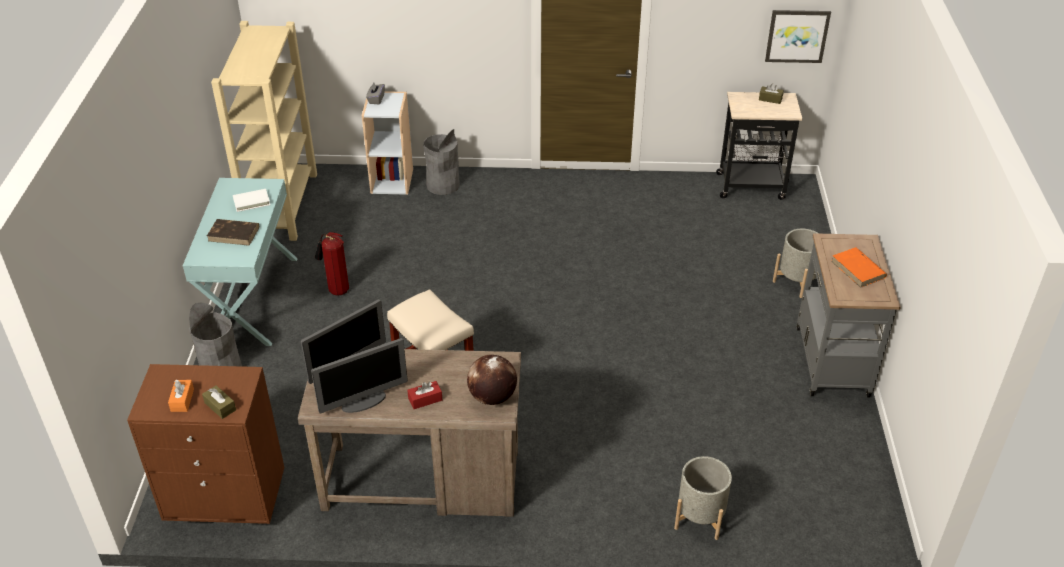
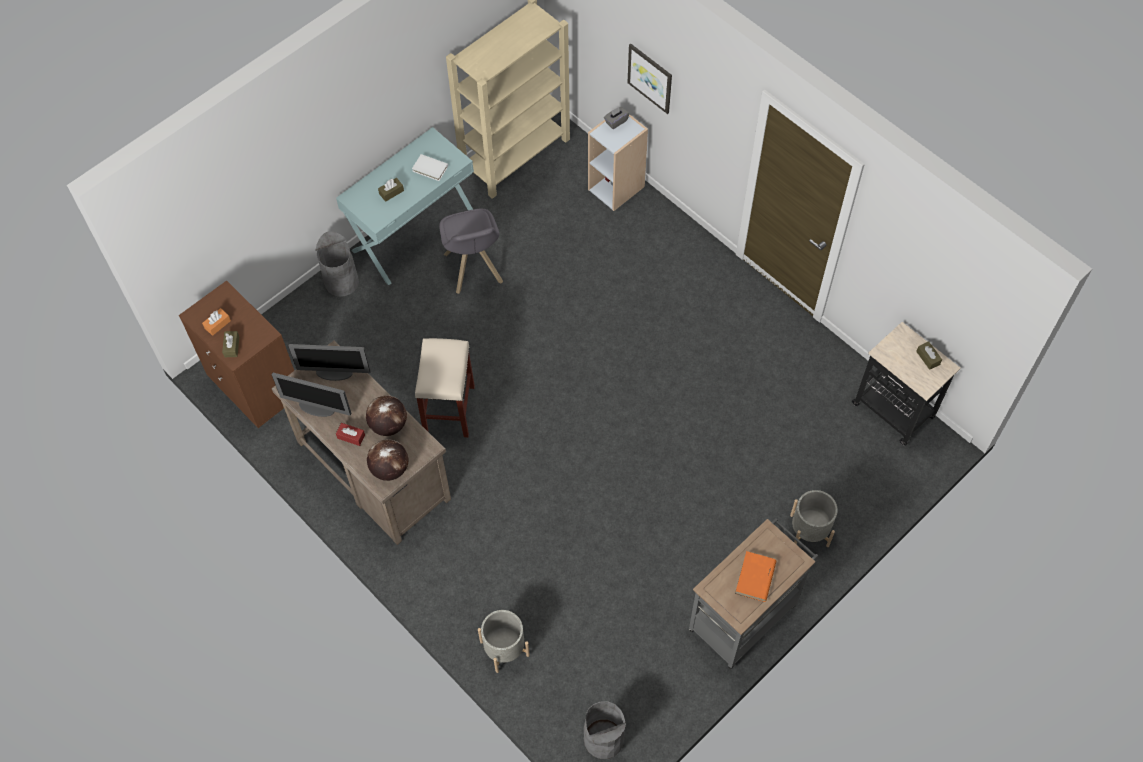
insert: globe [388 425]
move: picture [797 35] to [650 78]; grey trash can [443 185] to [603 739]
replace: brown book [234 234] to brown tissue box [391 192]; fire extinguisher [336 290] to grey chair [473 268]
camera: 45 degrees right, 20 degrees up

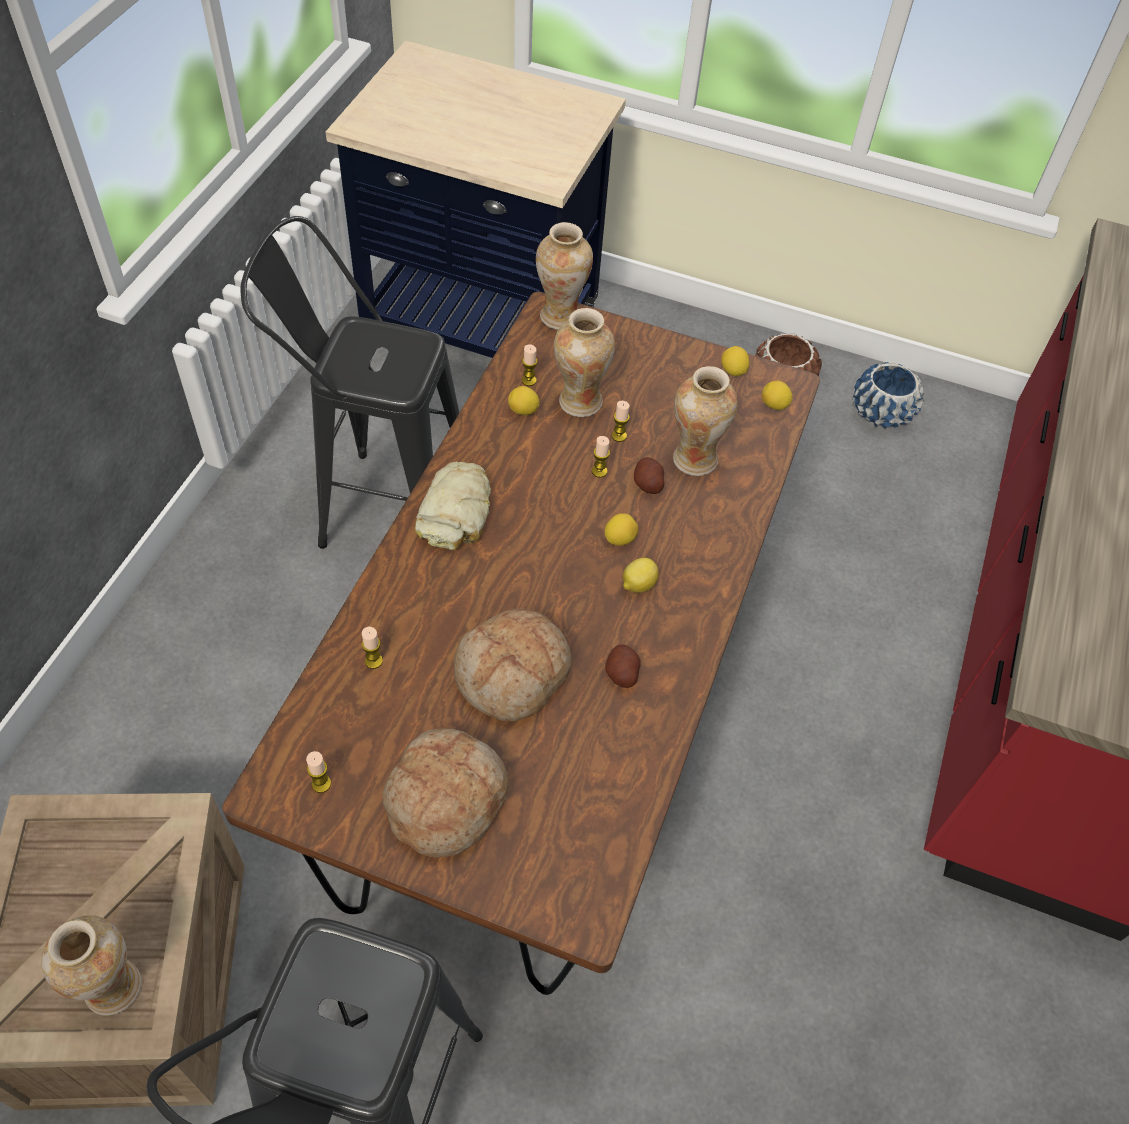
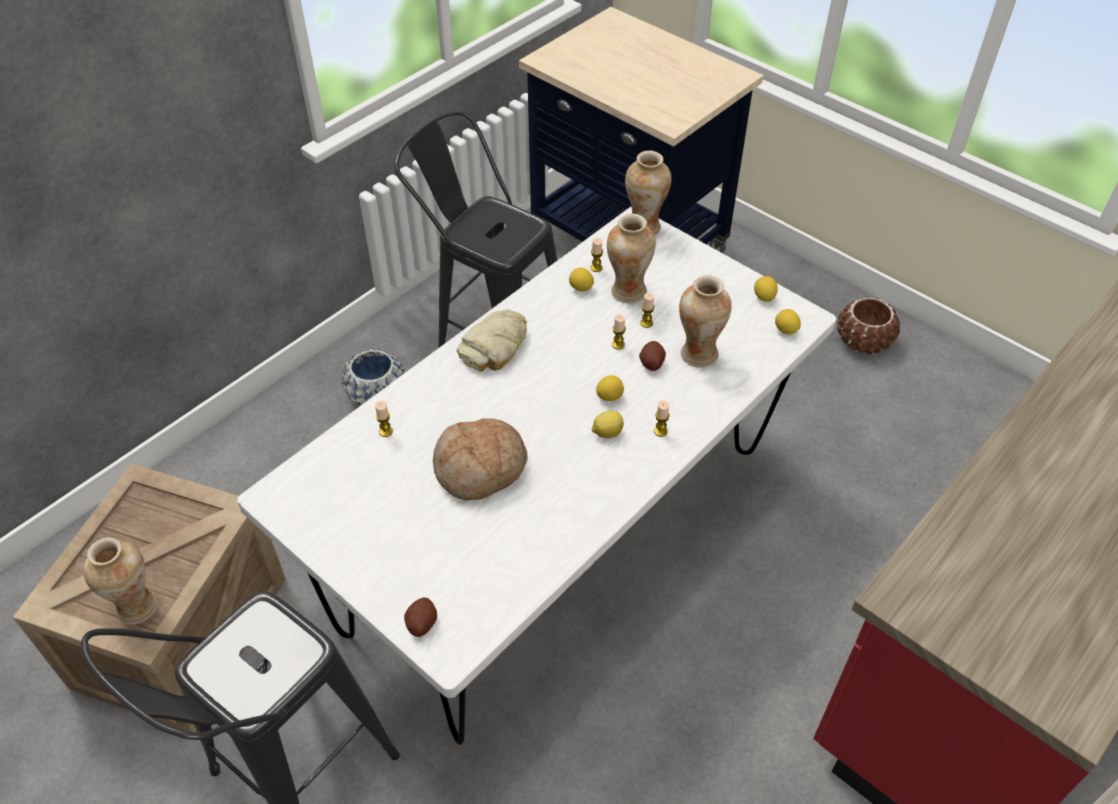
delete: bread [445 798]
move: blue planter [880 412] to [376 393]; potato [621 673] to [421 623]; candle [321 784] to [660 431]
recolor: brown dining table [550 706] to white dining table [558 535]
camera: 25 degrees right, 5 degrees down

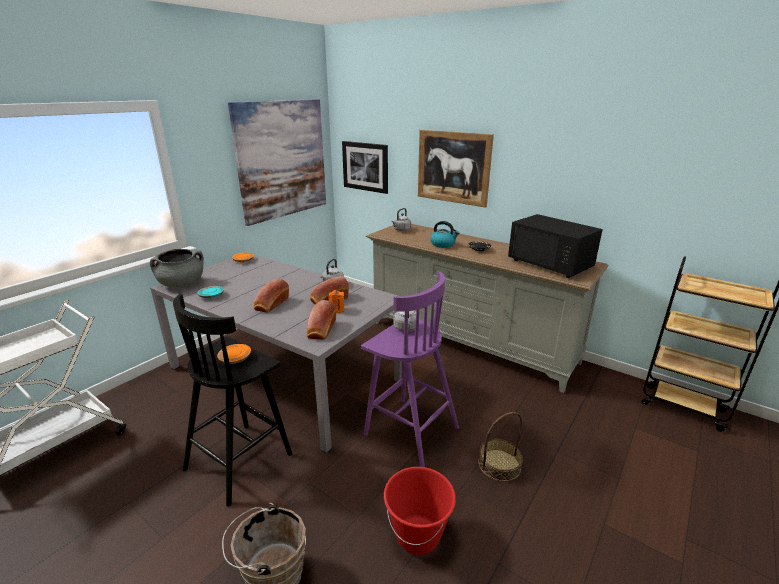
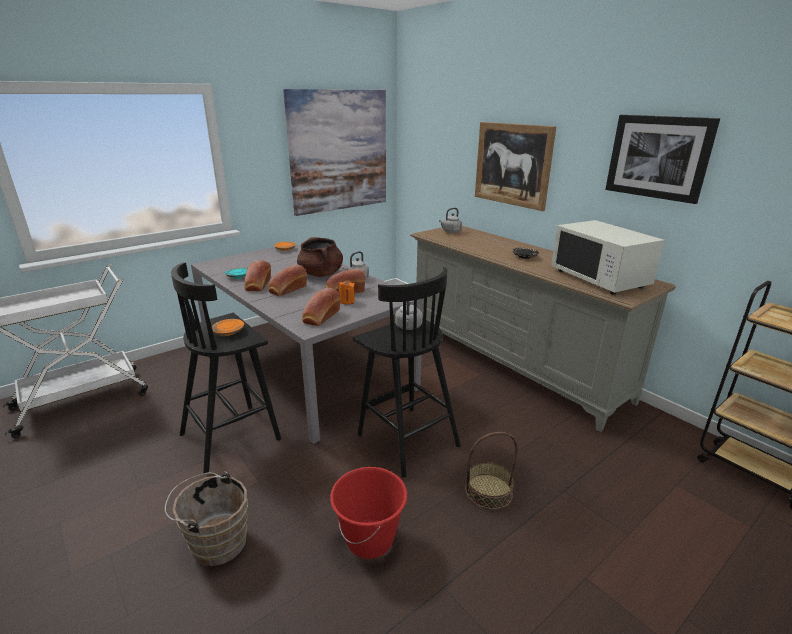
delete: kettle [443 244]; grey cooking pot [182 284]
insert: brown cooking pot [321 274]; bread [258 285]
move: picture [365 166] to [658 157]
recolor: black microwave [550 264] to white microwave [599 278]; purple stool [408 429] to black stool [405 438]
camera: 15 degrees right, 0 degrees up

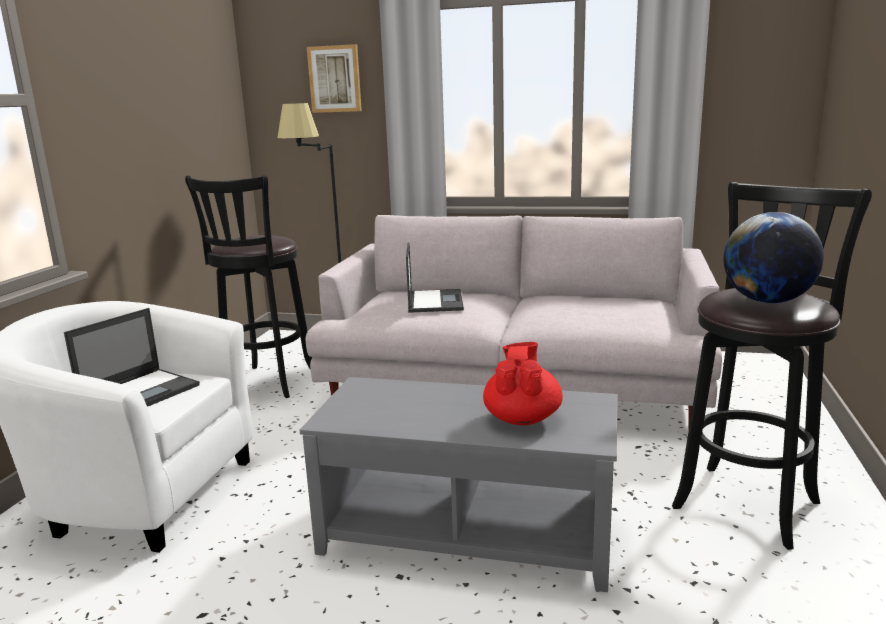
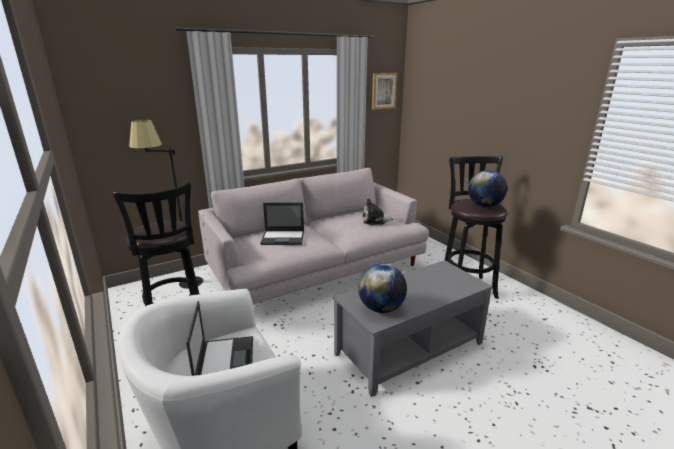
delete: red teapot [522 418]
insert: plush toy [375 220]; globe [381 308]
move: picture [335 79] to [383 91]
rotate: laptop [435 301] = [283 238] 135 degrees clockwise
camera: 45 degrees left, 5 degrees up

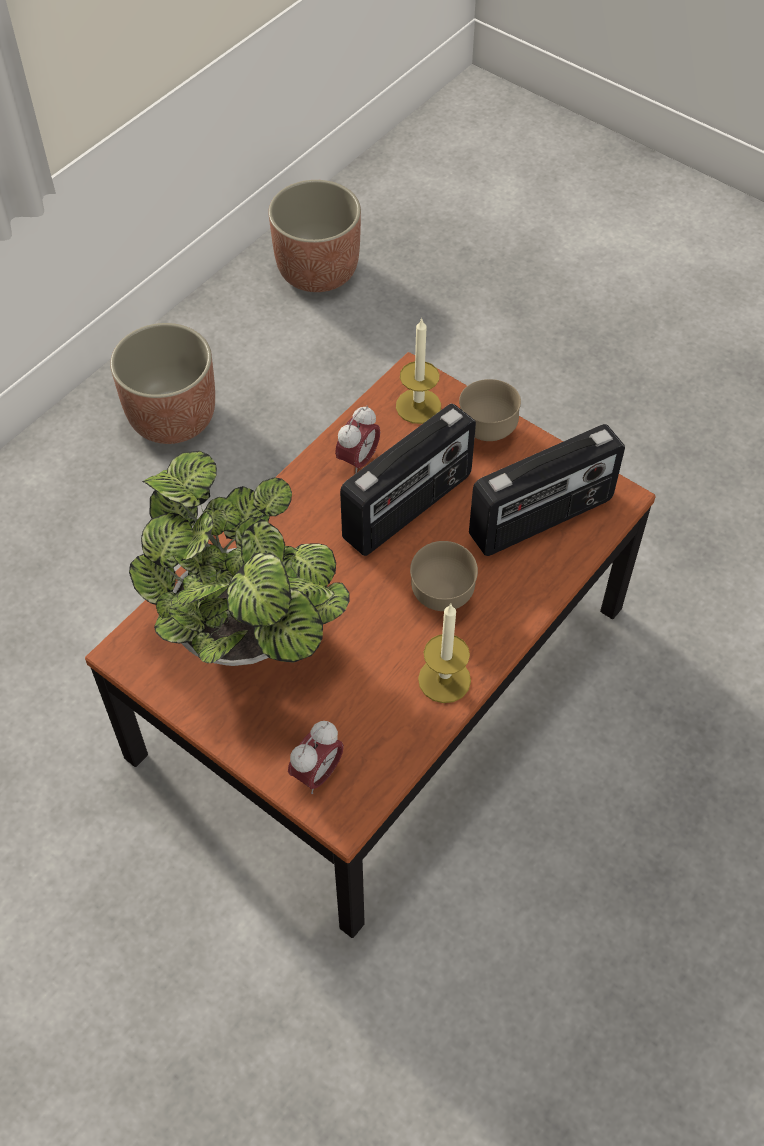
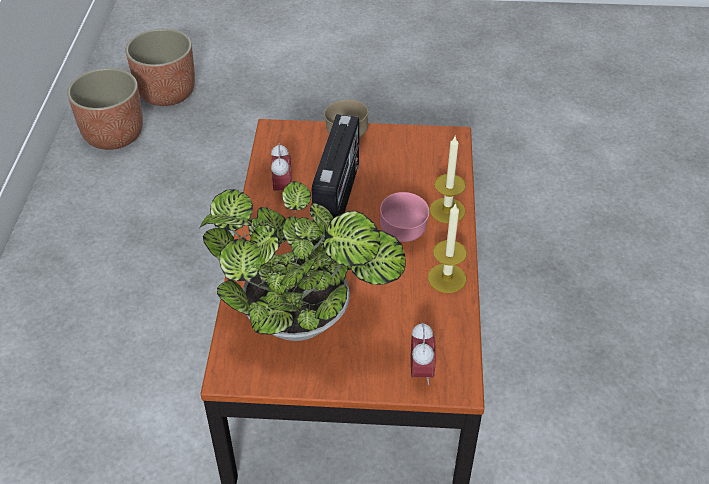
delete: radio [542 519]
move: candle [418 406] to [447 210]; planter [173 417] to [167 93]
recolor: brown bowl [442 596] to pink bowl [403 235]
camera: 35 degrees left, 10 degrees down

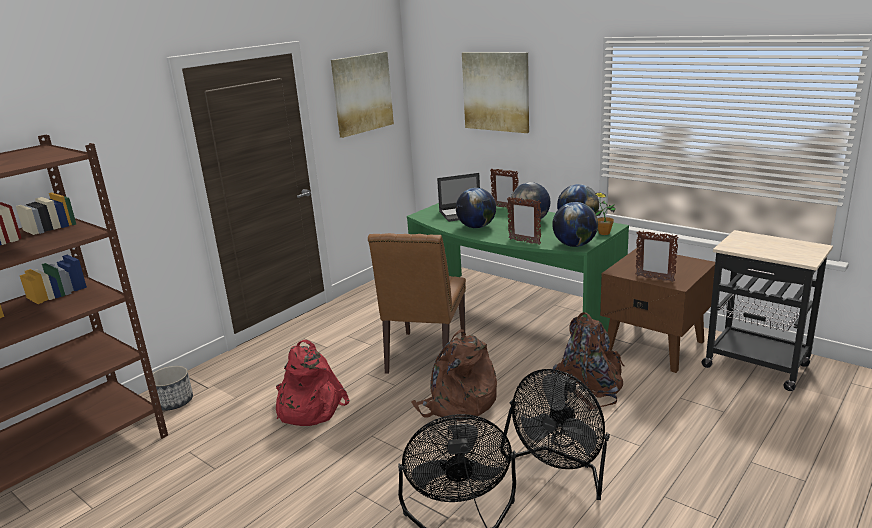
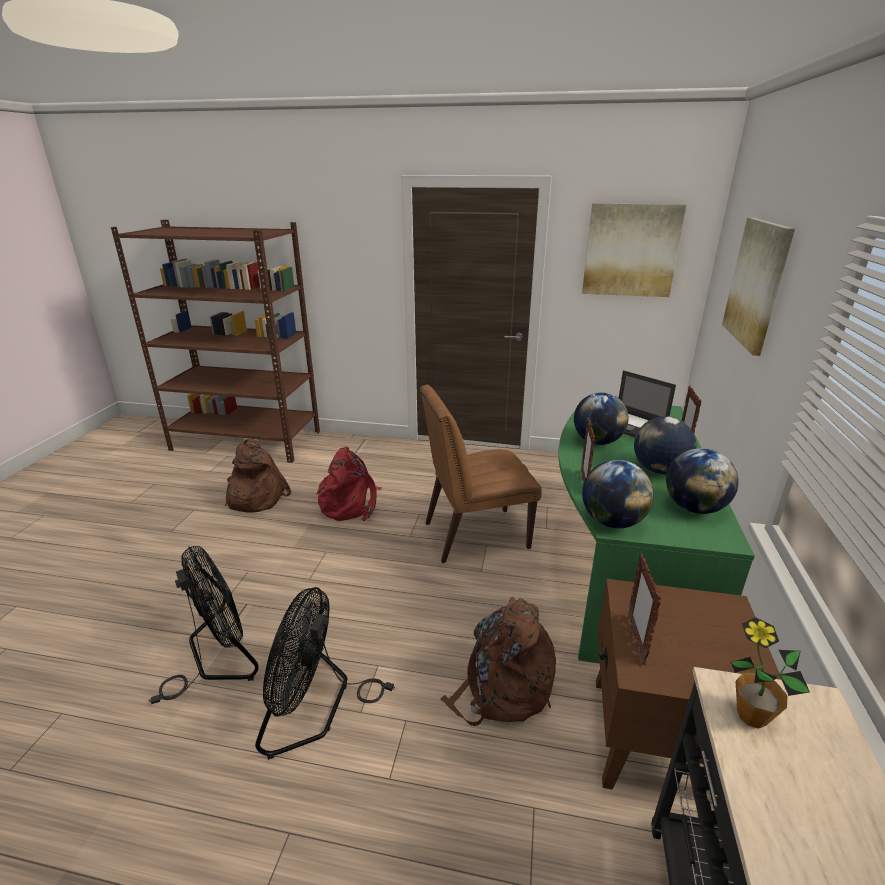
delete: planter [174 402]
move: potted plant [604 233] to [751 716]; brown backpack [458 404] to [255 498]
camera: 60 degrees right, 5 degrees up

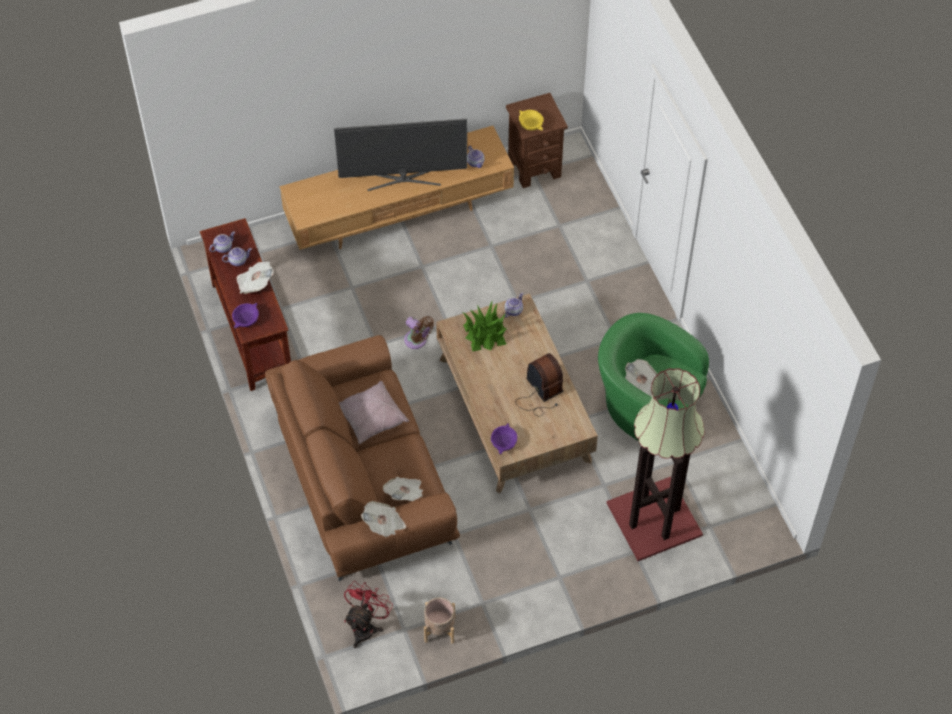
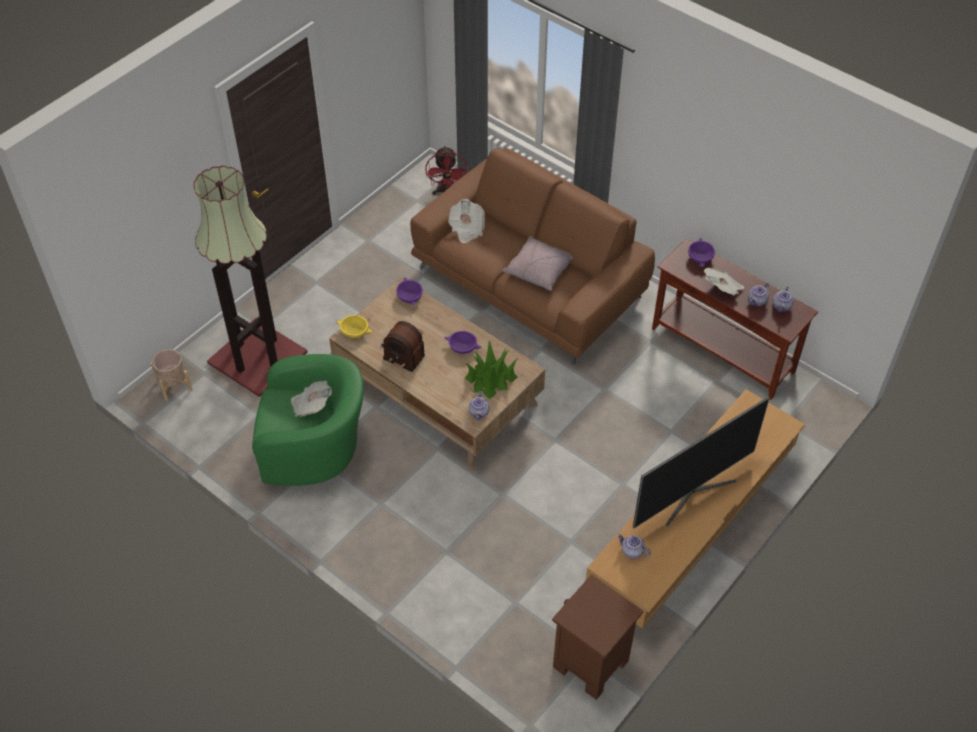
delete: brown fan [417 341]; newspaper [384 524]
insert: purple bowl [462 347]
move: yellow bowl [530 124] to [355 331]; beige planter [439 629] to [174 385]
camera: 150 degrees right, 5 degrees down

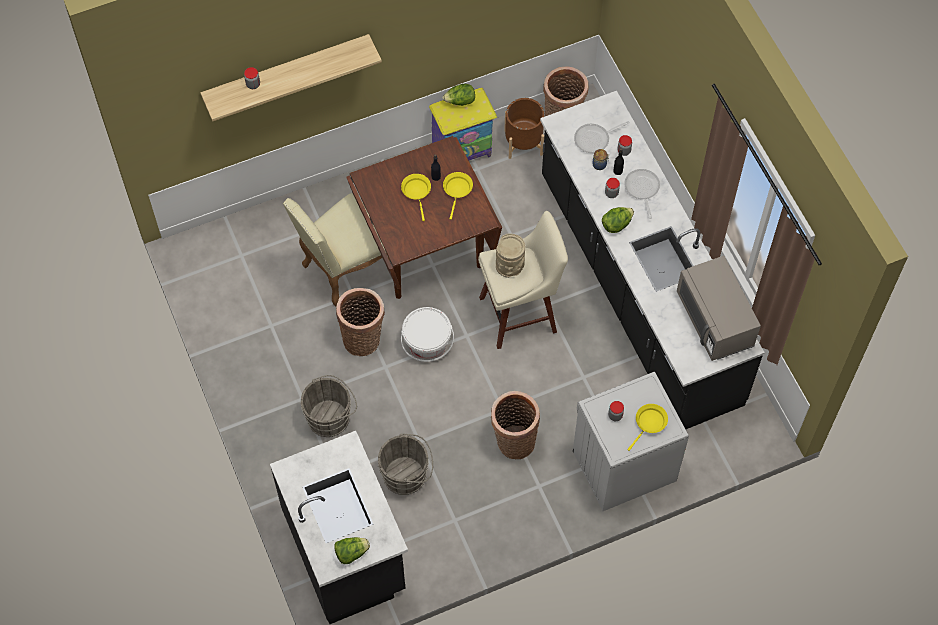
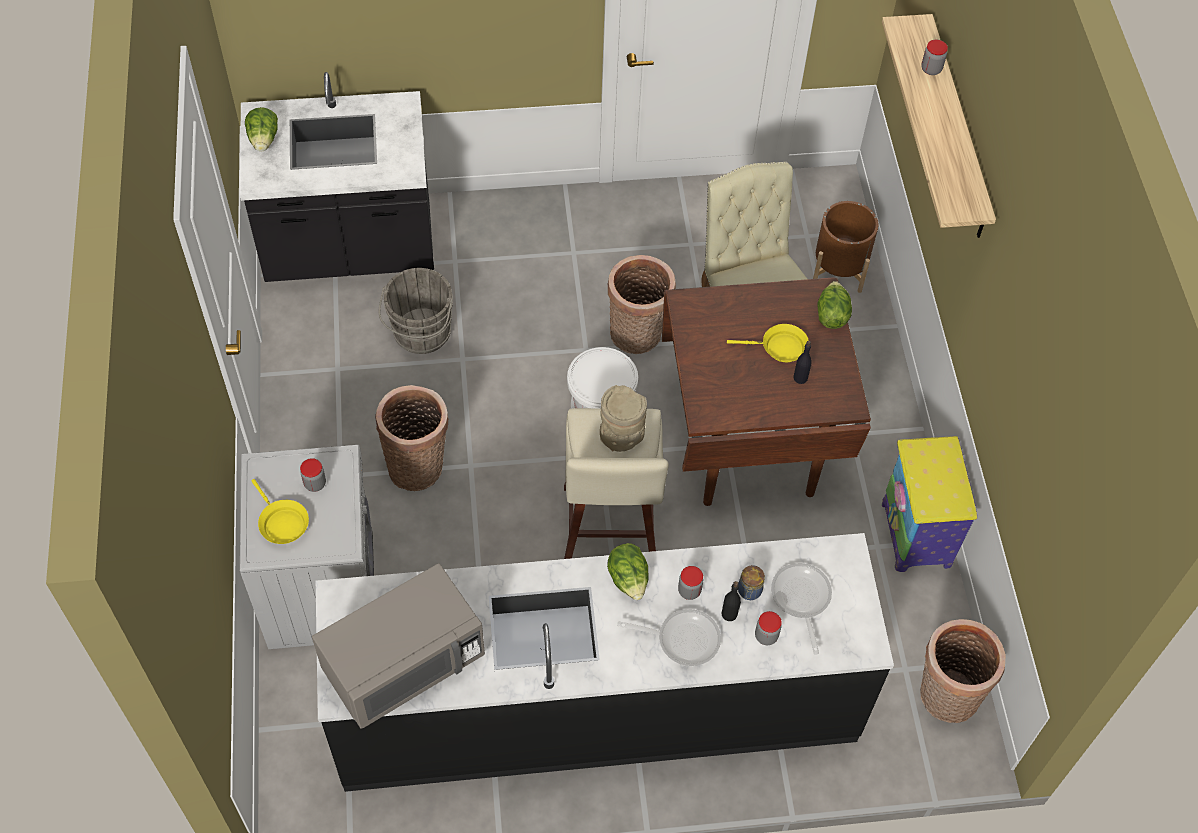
delete: yellow frying pan [457 190]; grey bucket [331 417]
move: lettuce [460 101] to [831 315]; brown planter [523 142] to [839 269]
rotate: grey microwave [714 320] = [404 664] 150 degrees clockwise
camera: 105 degrees right, 5 degrees down

